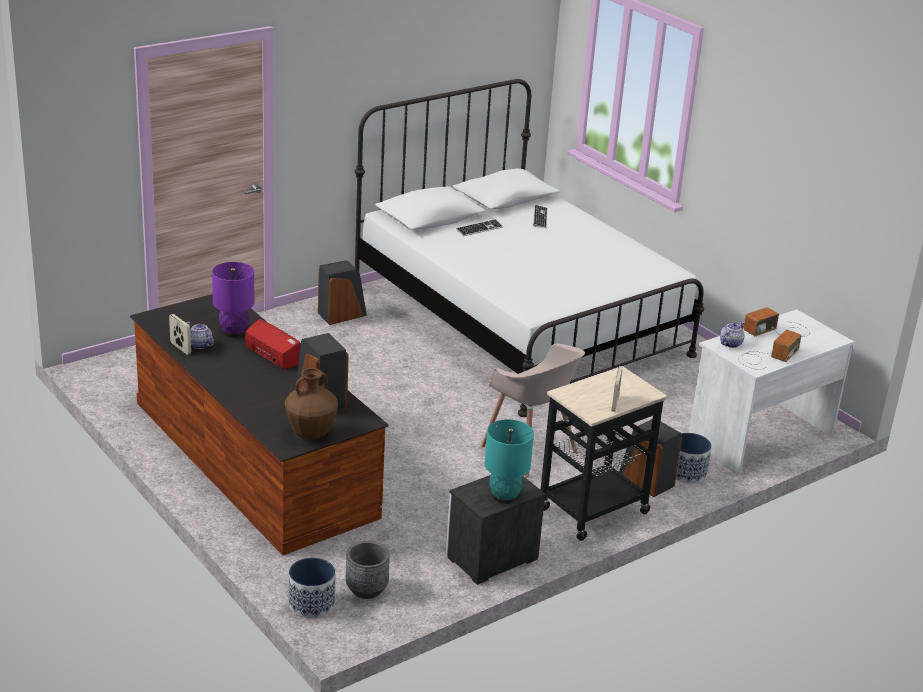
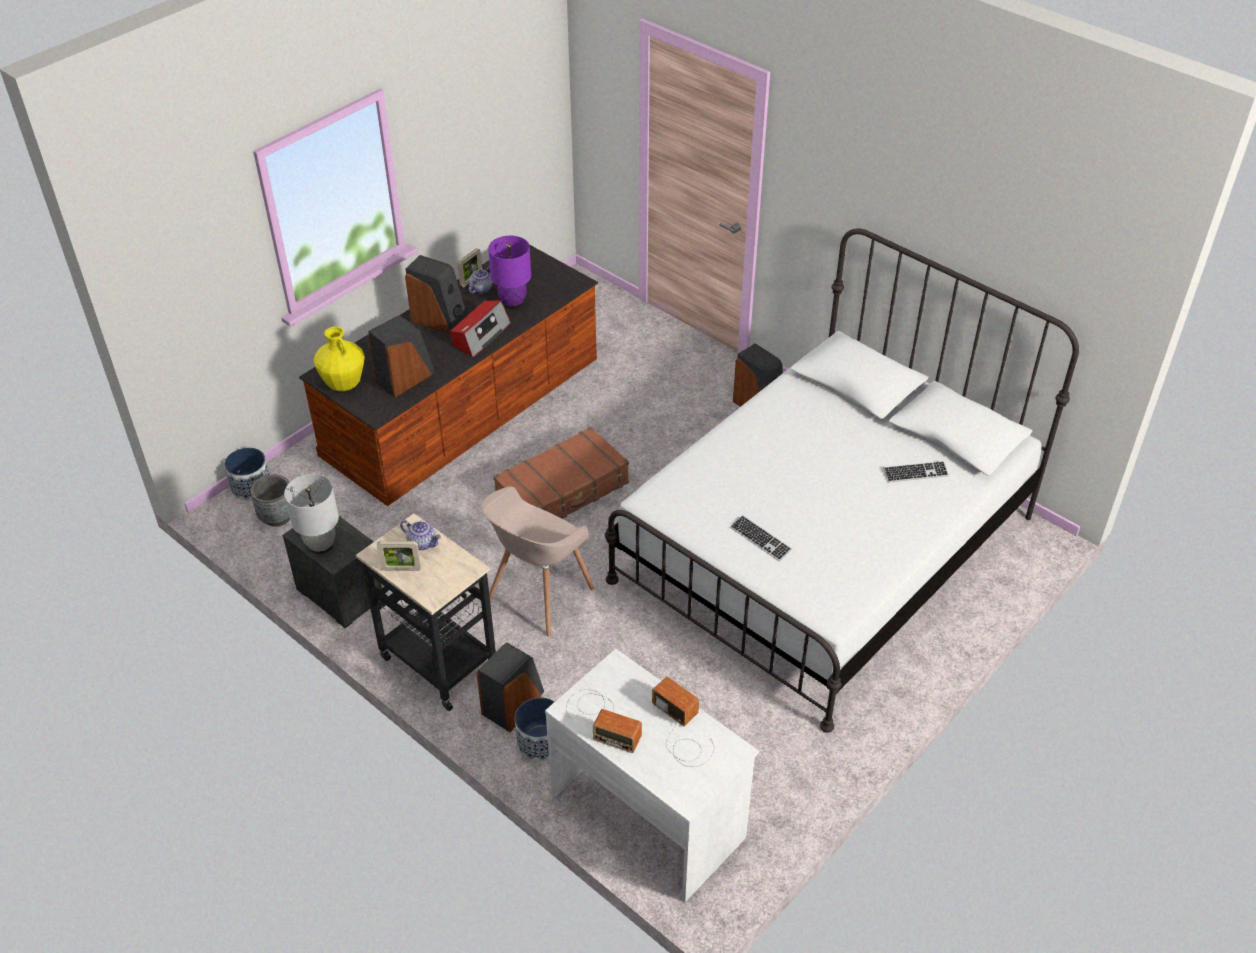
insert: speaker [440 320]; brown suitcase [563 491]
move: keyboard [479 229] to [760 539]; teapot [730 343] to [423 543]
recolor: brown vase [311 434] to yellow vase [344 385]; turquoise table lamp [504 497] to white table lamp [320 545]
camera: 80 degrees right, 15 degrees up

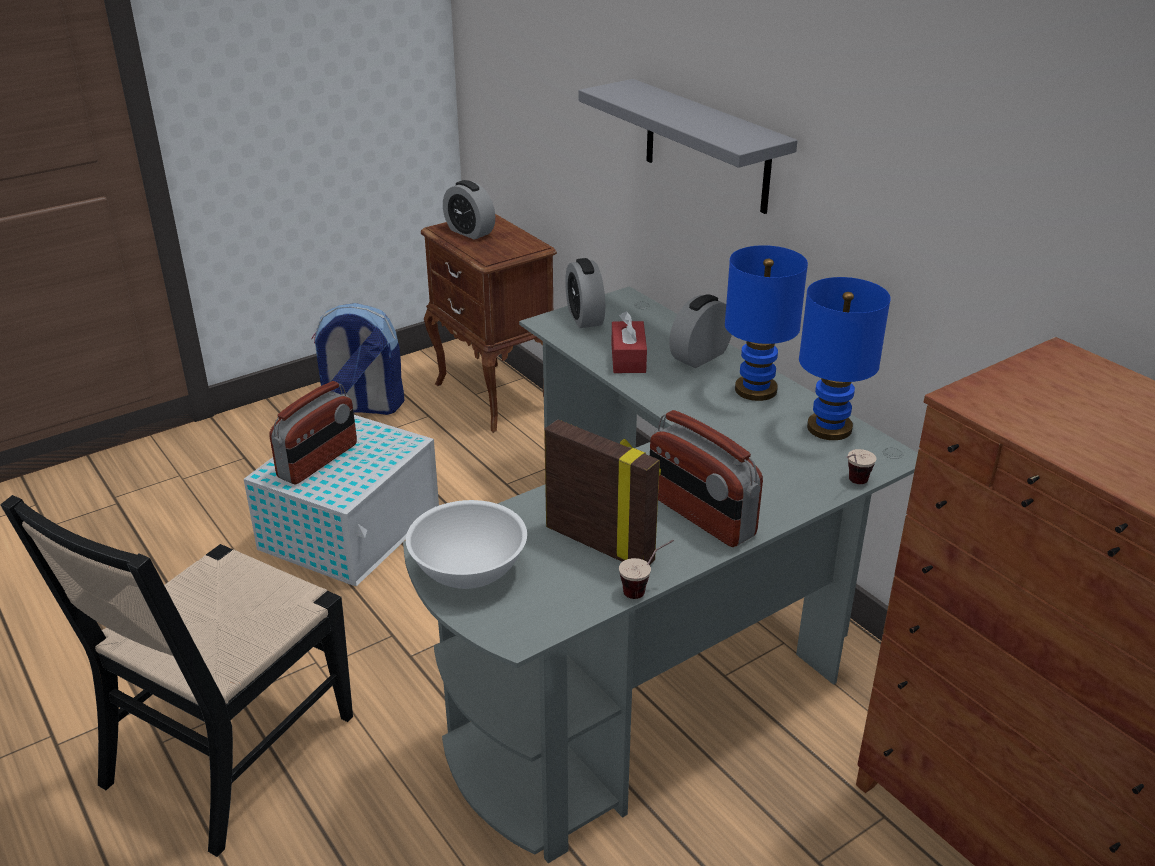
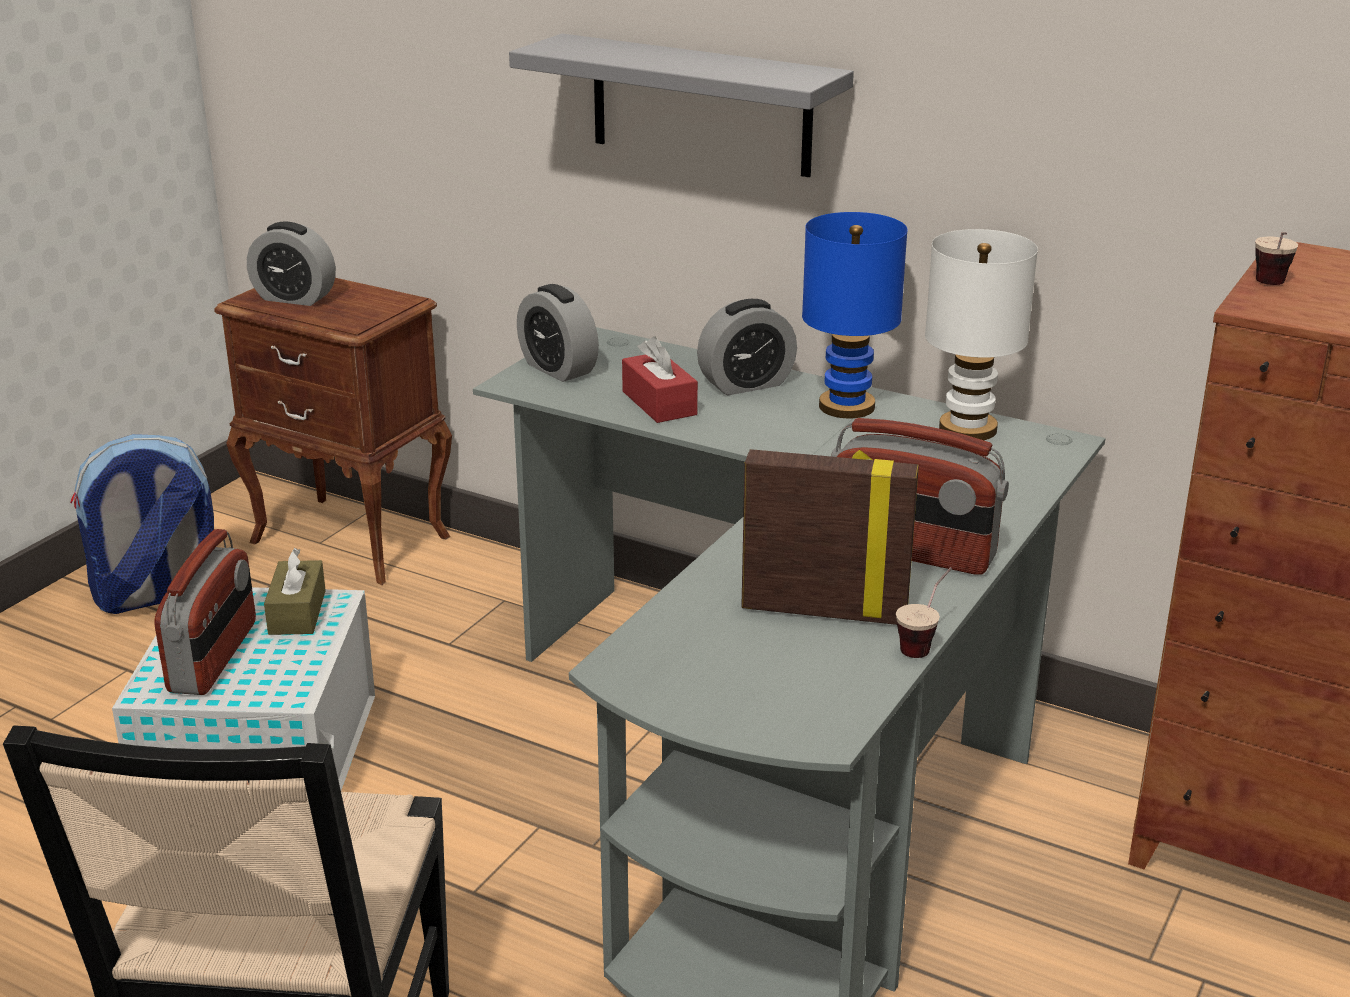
delete: white bowl [469 570]
insert: brown tissue box [297 612]
move: cup [853 484] to [1271 287]
recolor: blue table lamp [829 429] to white table lamp [968 429]
rotate: alarm clock [700 356] = [746 384] 135 degrees counterclockwise
camera: 25 degrees left, 5 degrees down

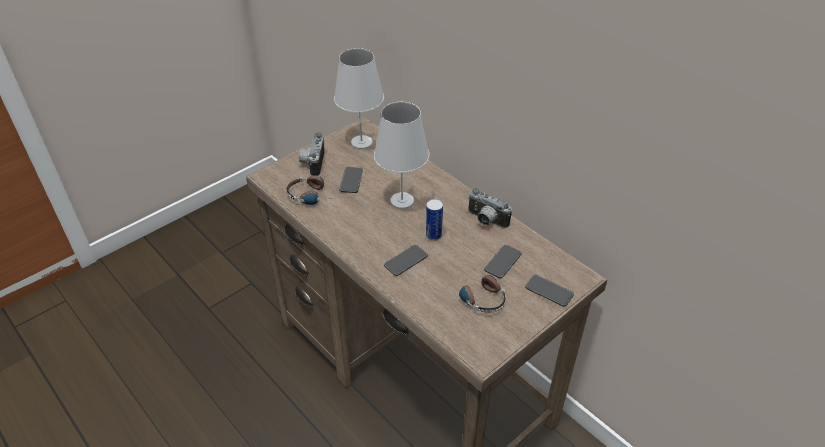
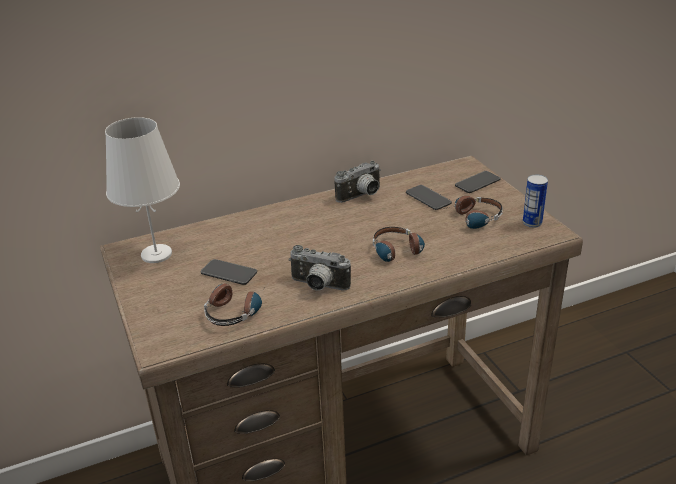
delete: white table lamp [402 201]
move: photo camera [312 163] to [318 286]; can [433 235] to [532 223]
replace: phone [406 261] to headphones [400 255]
camera: 70 degrees left, 10 degrees down

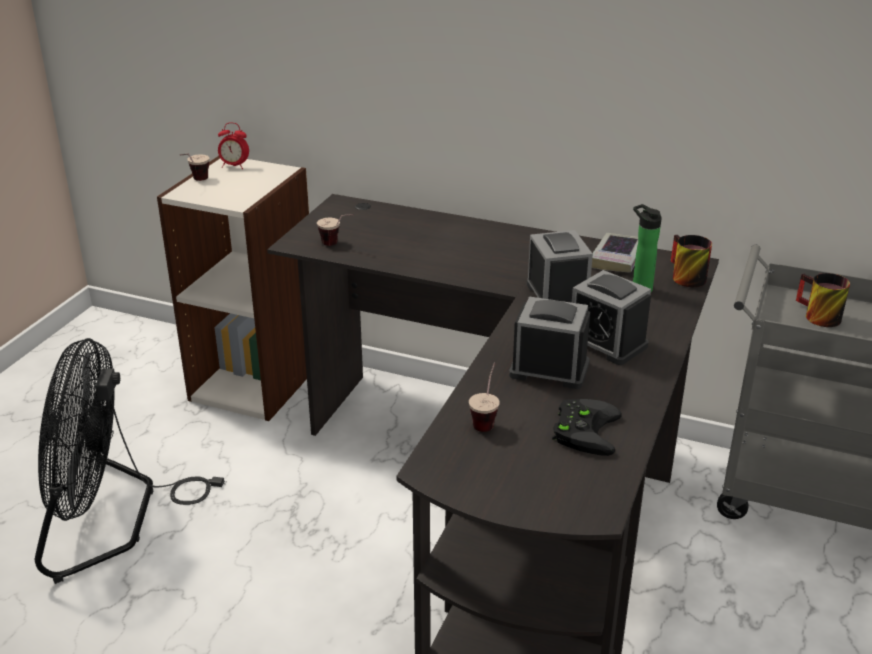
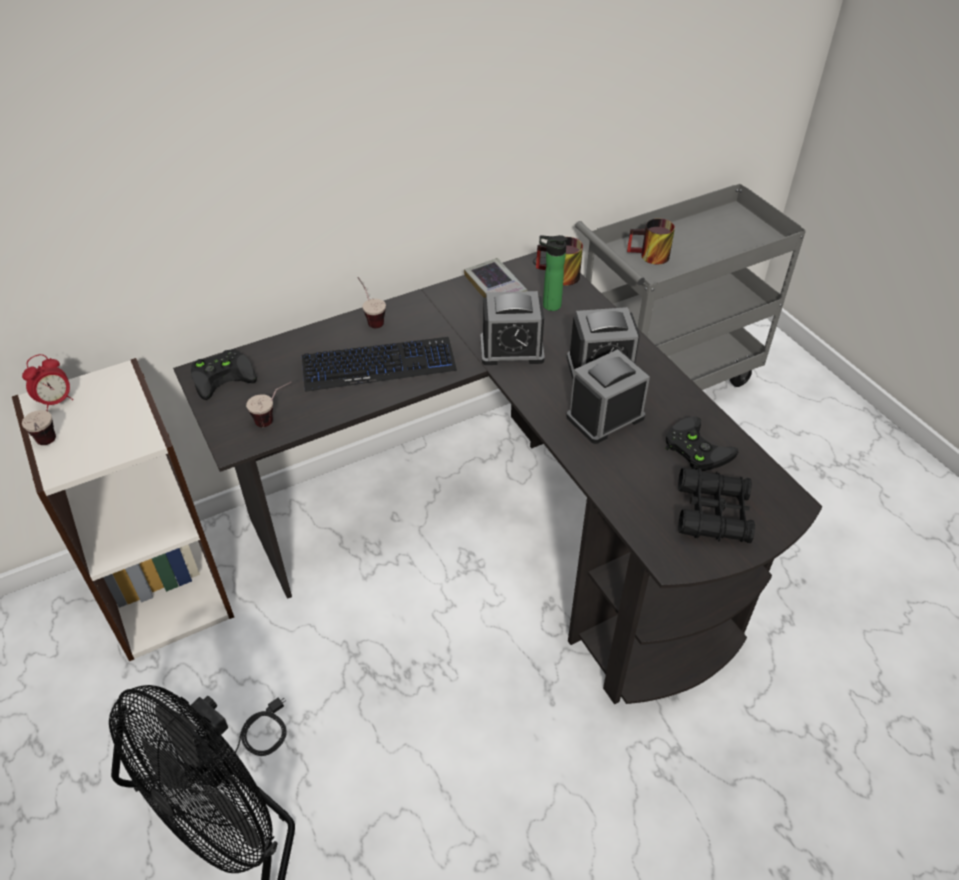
insert: keyboard [379 365]; black game controller [224 375]; black binoculars [713 513]
move: cup [486 419] to [371 319]
rotate: alarm clock [557 296] = [512 349] 150 degrees clockwise
camera: 50 degrees left, 15 degrees up

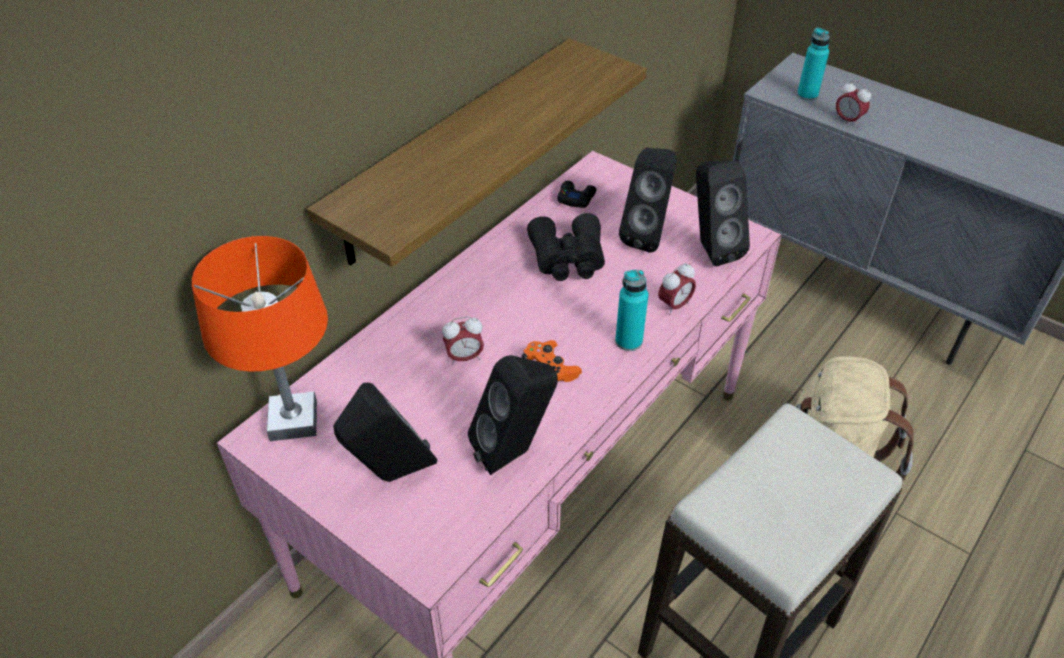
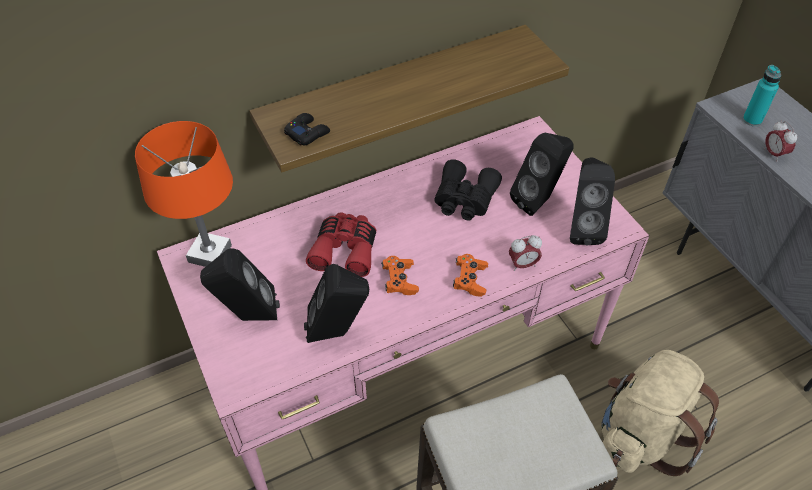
move: black game controller [576 198] to [307 133]
replace: turquoise bottle [628 341] to orange game controller [470 280]; alarm clock [464 357] to red binoculars [345 249]
camera: 25 degrees right, 5 degrees up

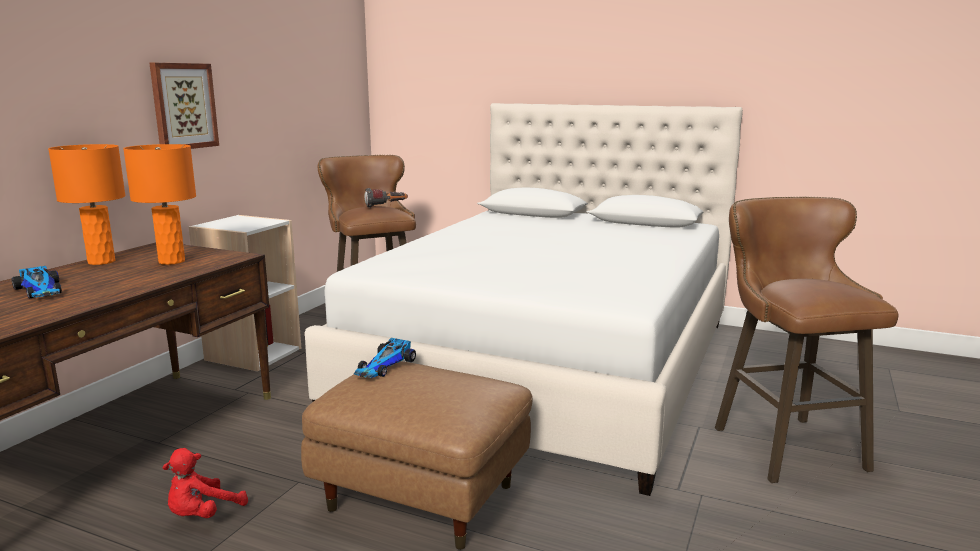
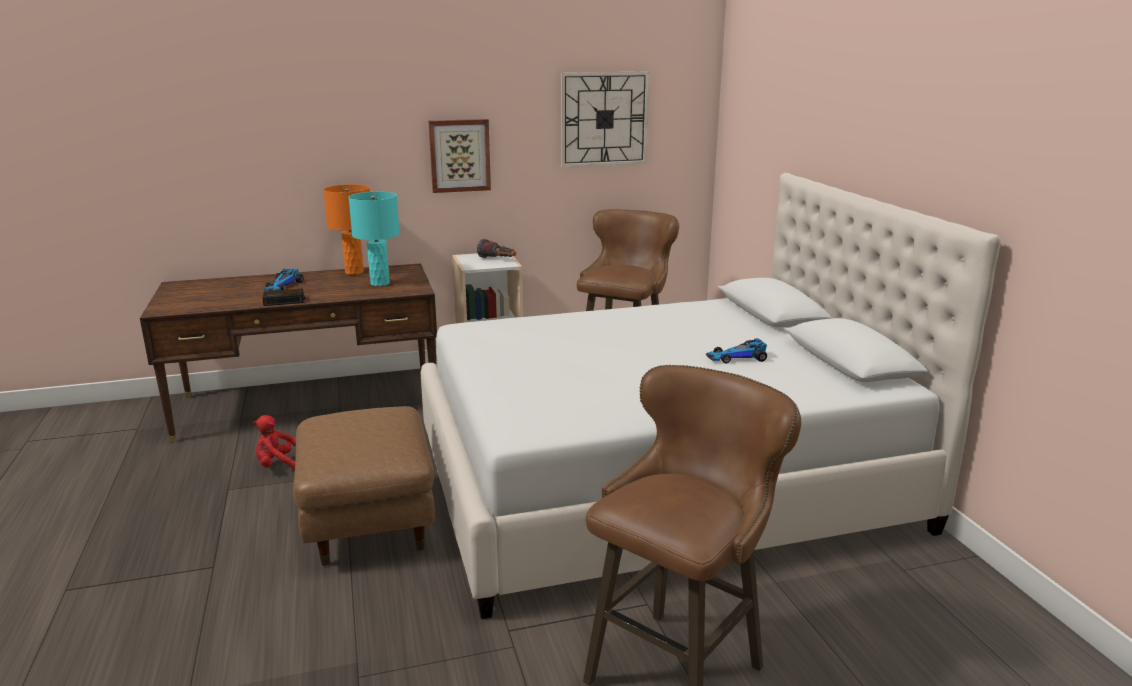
insert: wall clock [604 119]; alarm clock [285 301]
move: flashlight [386 206] to [498 260]; toy car [385 366] to [737 358]
recolor: orange table lamp [171 261] to turquoise table lamp [380 283]
camera: 50 degrees right, 5 degrees up

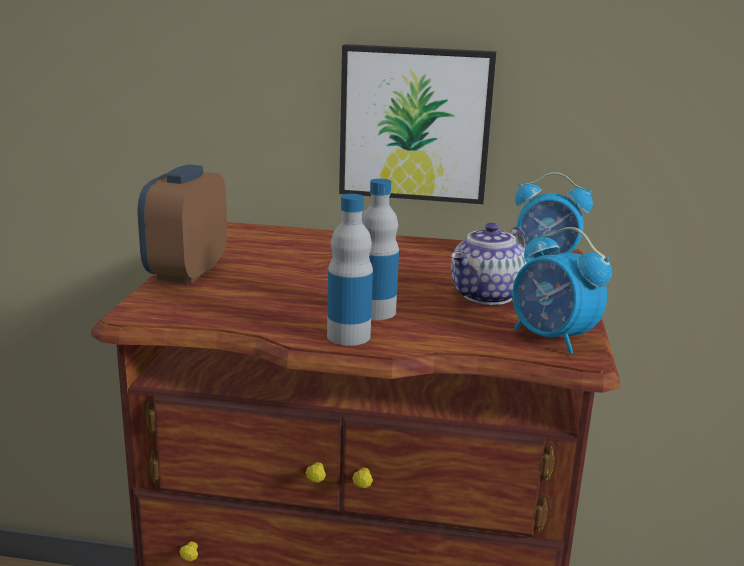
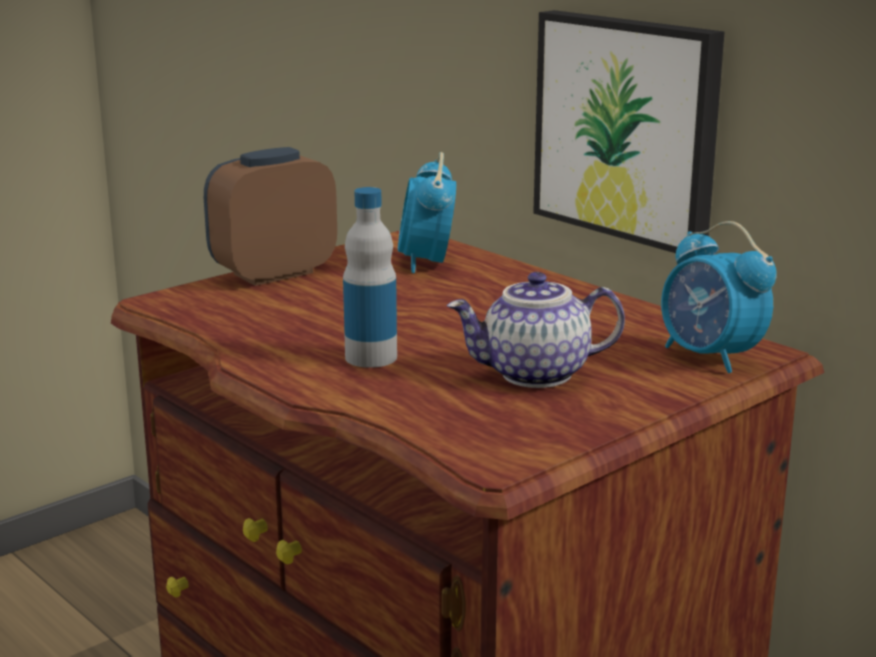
delete: bottle [348 336]
move: alarm clock [552 339] to [426 263]
camera: 40 degrees right, 0 degrees up

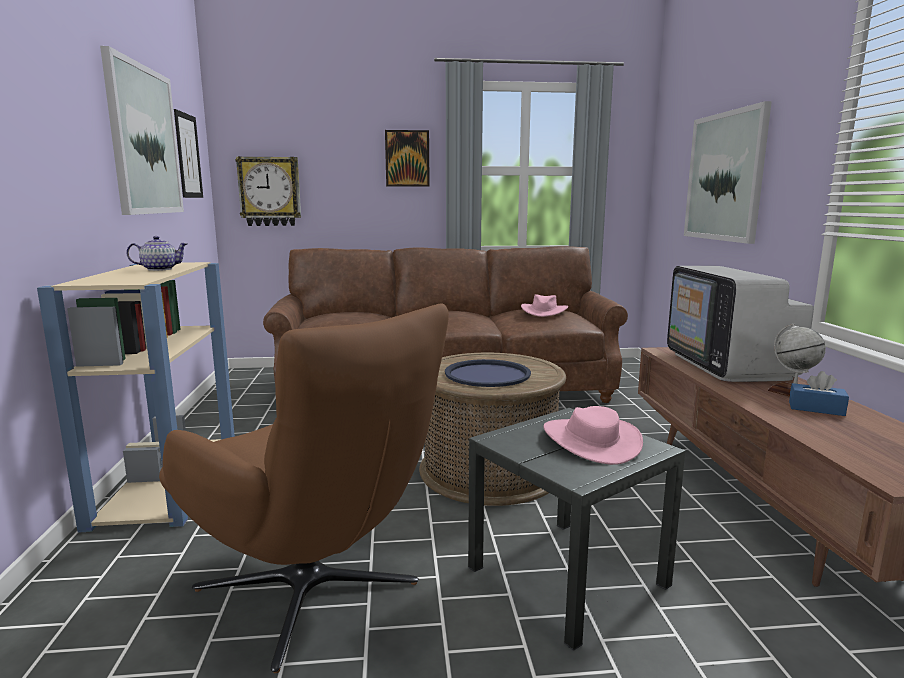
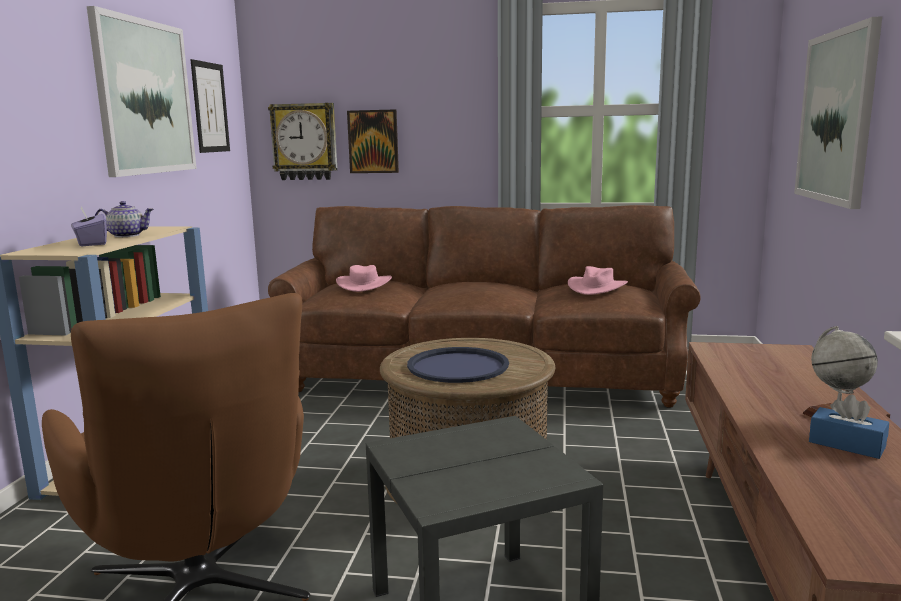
delete: television [728 365]
insert: purple tissue box [91 243]
move: picture [407 158] to [373 141]; pink hat [591 440] to [364 284]
camera: 15 degrees right, 0 degrees up

